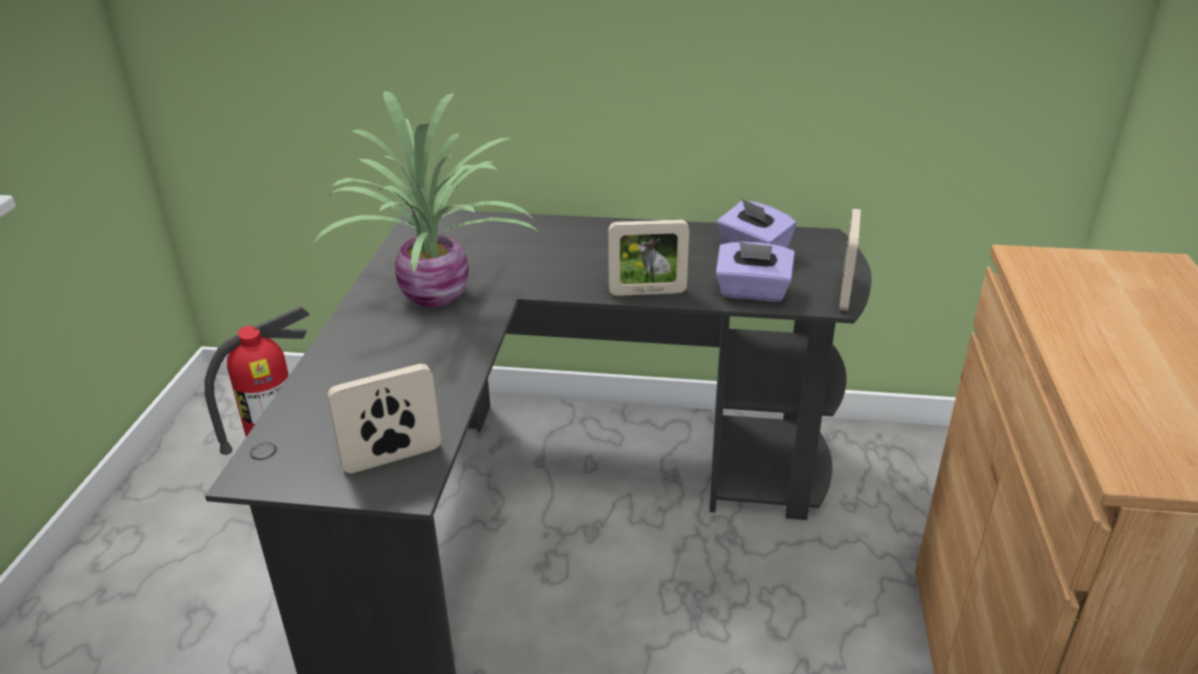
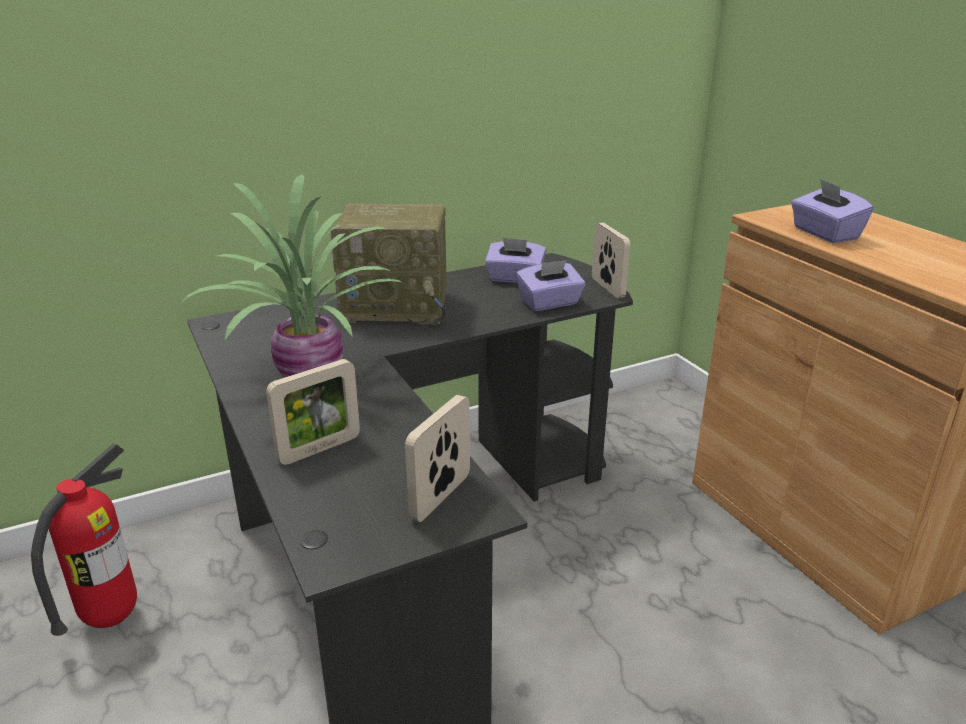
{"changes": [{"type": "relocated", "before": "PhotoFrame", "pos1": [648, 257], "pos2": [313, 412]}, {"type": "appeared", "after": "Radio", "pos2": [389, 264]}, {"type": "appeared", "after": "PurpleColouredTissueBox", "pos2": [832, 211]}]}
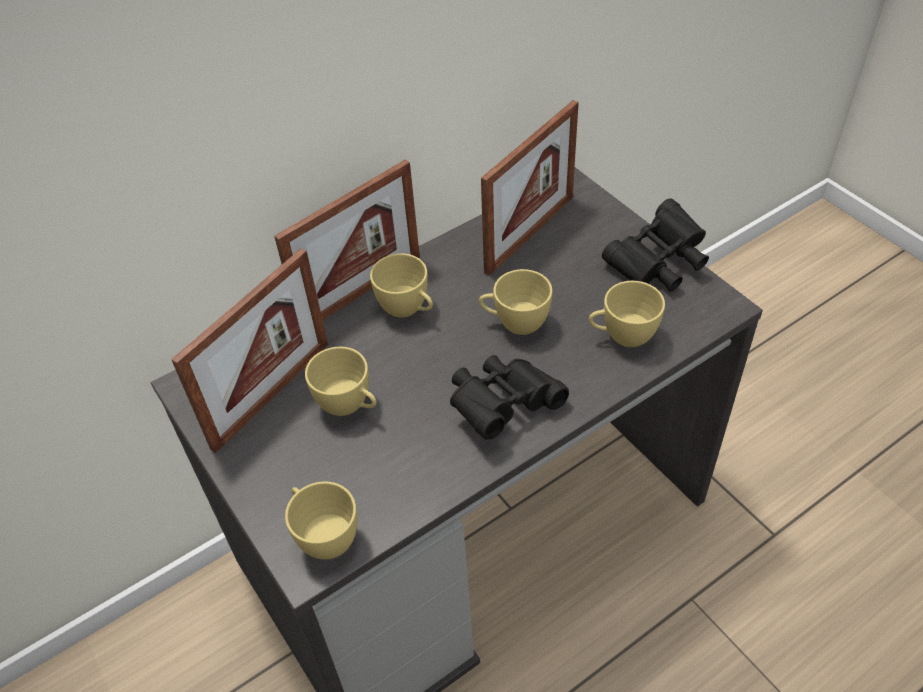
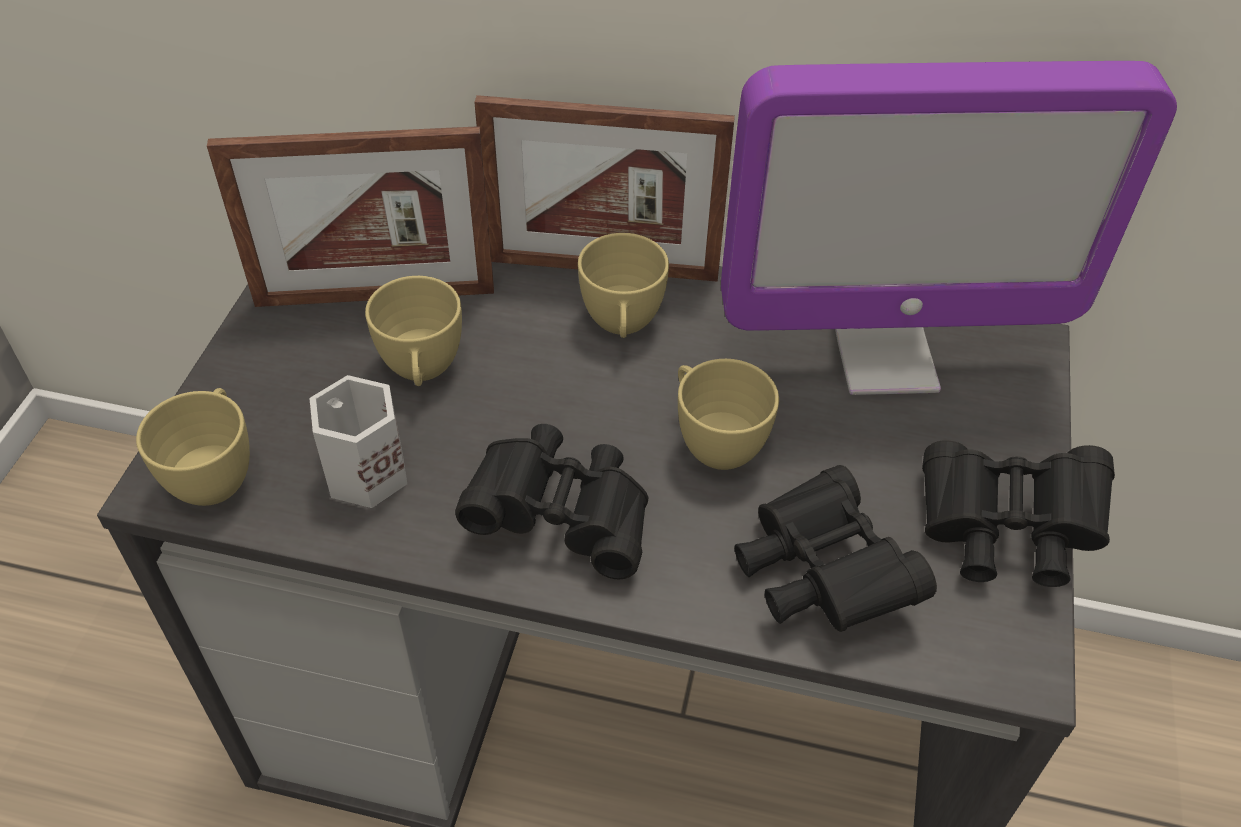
{"changes": [{"type": "appeared", "after": "WhitishMug", "pos2": [358, 441]}, {"type": "exchanged", "before": "PhotoFrame", "after": "ComputerScreen", "pos1": [530, 188], "pos2": [949, 228]}, {"type": "exchanged", "before": "YellowColouredCup", "after": "BlackColouredPairOfBinoculars", "pos1": [627, 314], "pos2": [836, 548]}]}
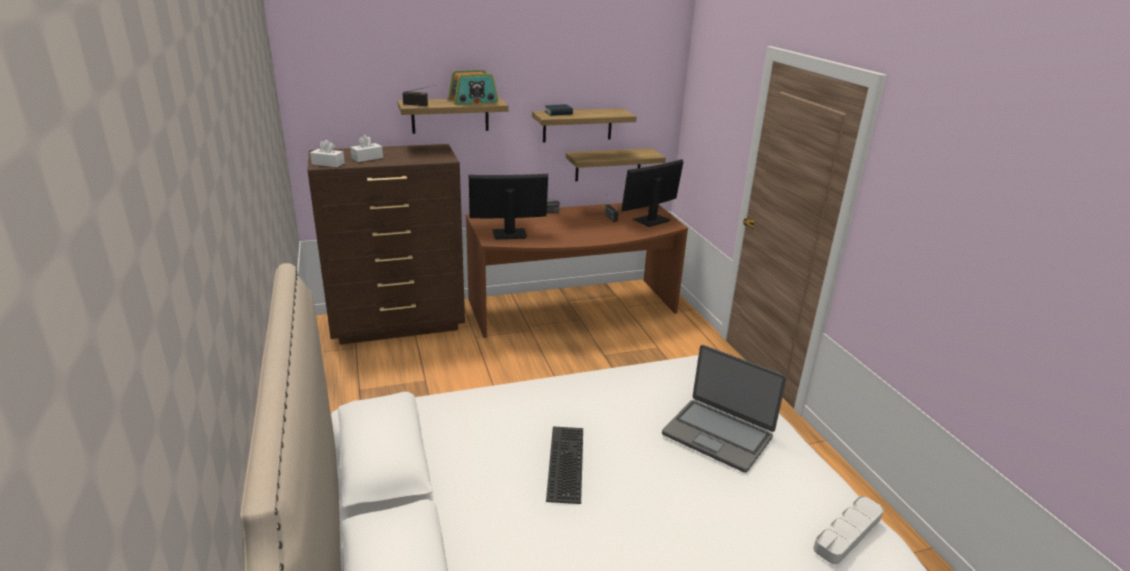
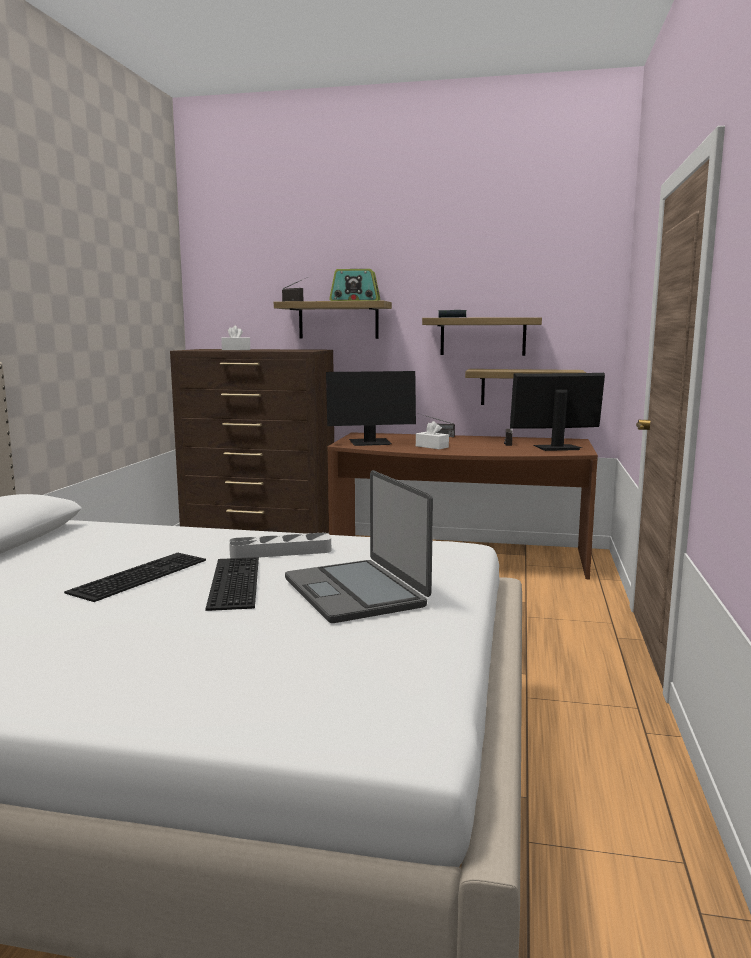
{"changes": [{"type": "appeared", "after": "Keyboard", "pos2": [232, 584]}, {"type": "relocated", "before": "GreyServingTray", "pos1": [848, 530], "pos2": [280, 545]}, {"type": "spun", "before": "ComputerScreen", "pos1": [508, 206], "pos2": [371, 408], "turn": 150}, {"type": "relocated", "before": "WhitishTissueBox", "pos1": [327, 153], "pos2": [432, 435]}]}
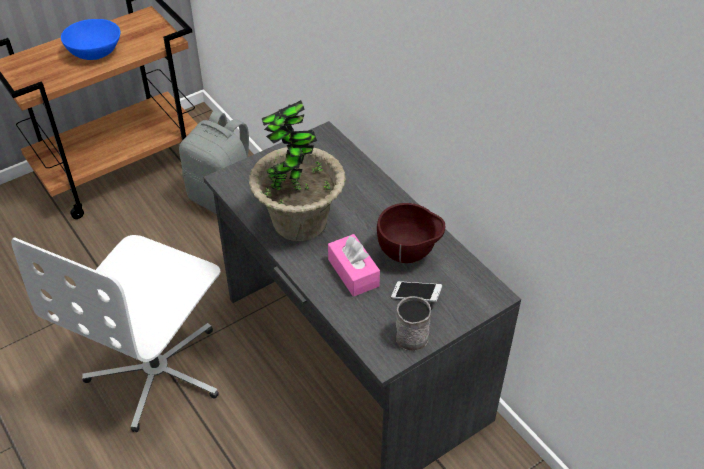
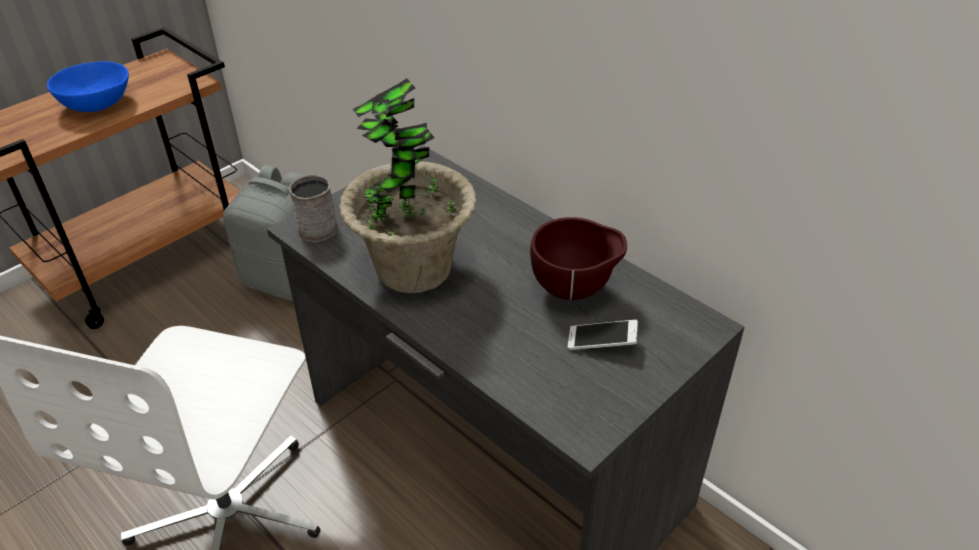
{"changes": [{"type": "relocated", "before": "GreyMug", "pos1": [413, 323], "pos2": [313, 208]}, {"type": "missing", "before": "PinkColouredTissueBox", "pos1": [354, 265]}]}
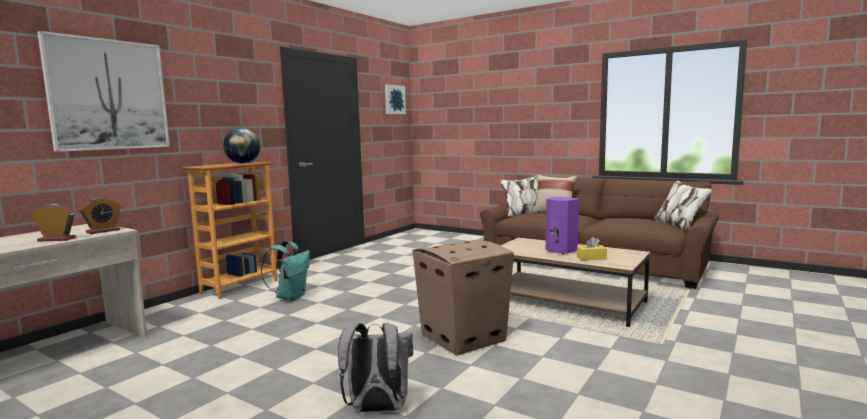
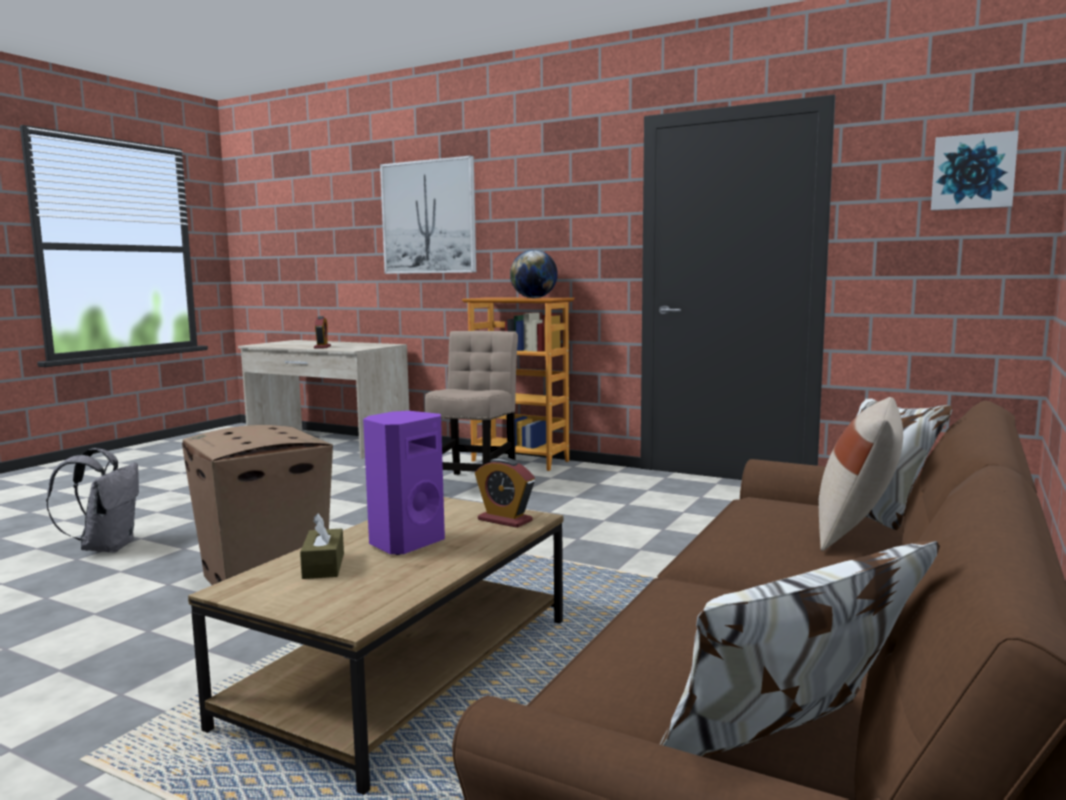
{"changes": [{"type": "colour", "before": "YellowColouredTissueBox", "after": "BrownColouredTissueBox", "pos1": [592, 248], "pos2": [322, 546]}, {"type": "exchanged", "before": "BlueGreenBackpack", "after": "SandColouredChair", "pos1": [285, 271], "pos2": [471, 403]}, {"type": "relocated", "before": "TableClock", "pos1": [100, 215], "pos2": [505, 492]}]}
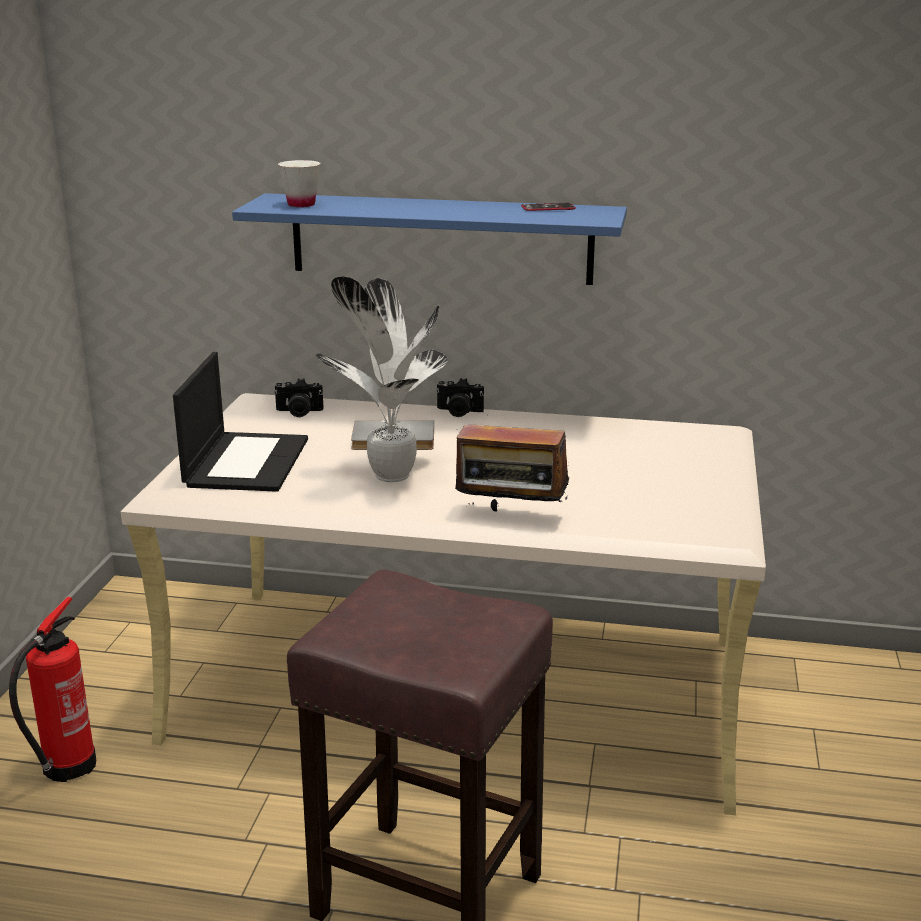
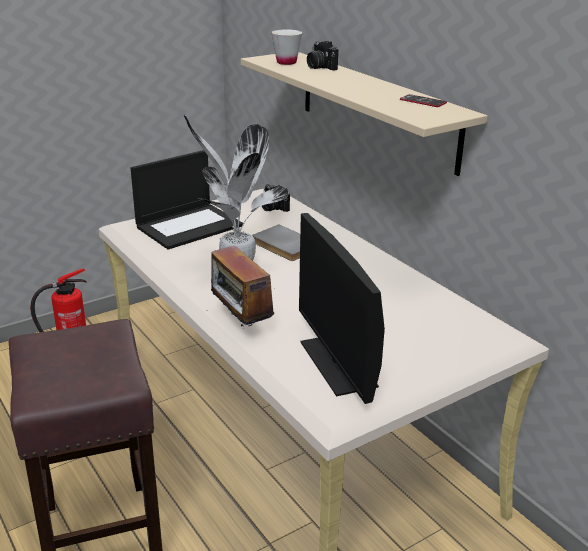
{"changes": [{"type": "colour", "before": "BluishBracketShelf", "after": "SandColouredBracketShelf", "pos1": [429, 239], "pos2": [364, 114]}, {"type": "appeared", "after": "ComputerScreen", "pos2": [342, 308]}, {"type": "relocated", "before": "StillCamera", "pos1": [460, 397], "pos2": [322, 55]}]}
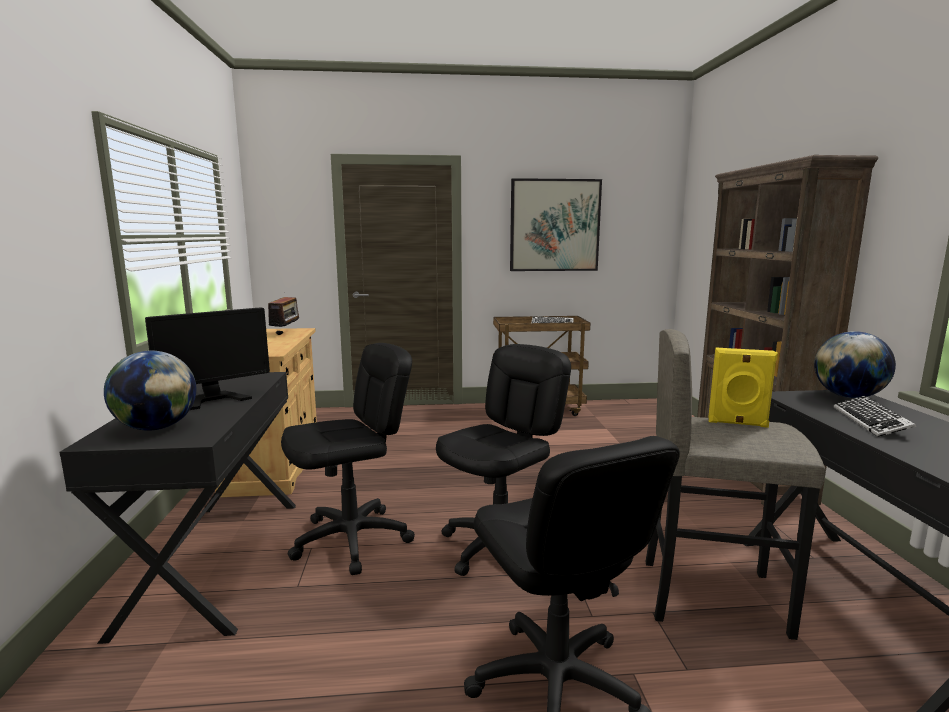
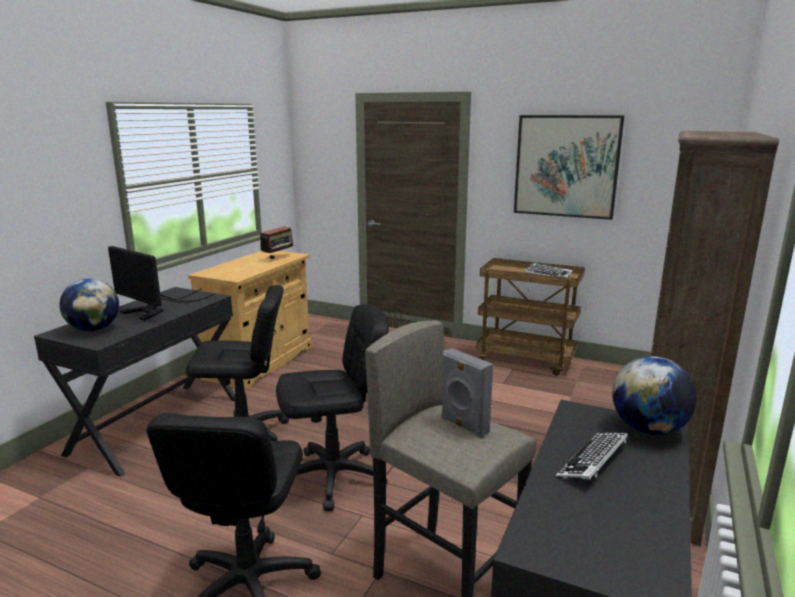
{"changes": [{"type": "spun", "before": "ComputerScreen", "pos1": [207, 358], "pos2": [162, 283], "turn": 45}, {"type": "colour", "before": "YellowColouredLoudspeaker", "after": "GreyLoudspeaker", "pos1": [743, 387], "pos2": [467, 393]}]}
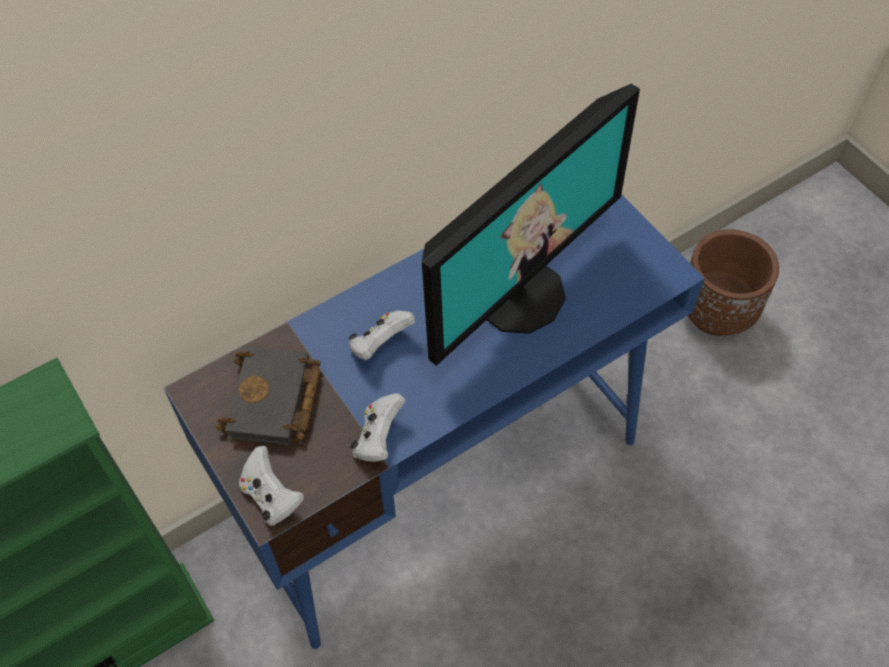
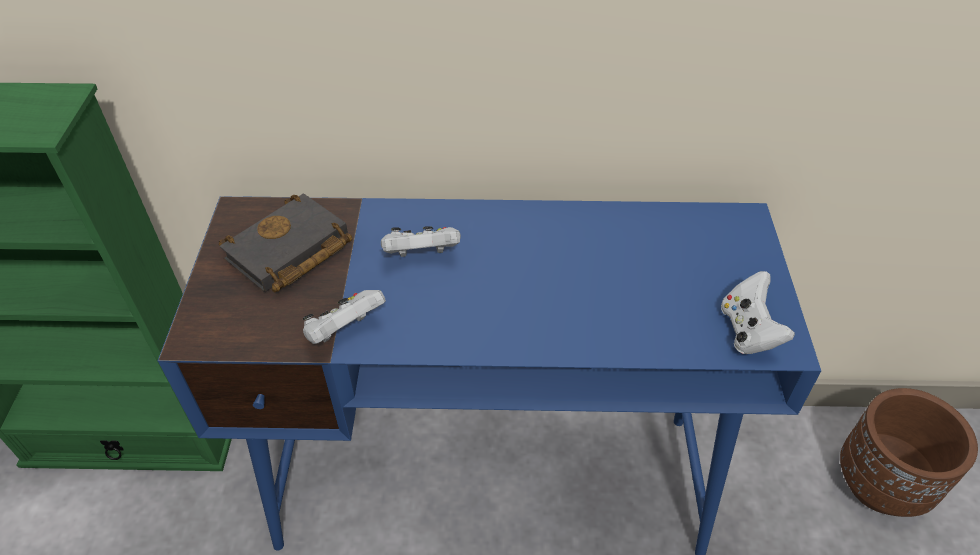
{"changes": [{"type": "relocated", "before": "WhitishGameController", "pos1": [271, 485], "pos2": [758, 312]}, {"type": "missing", "before": "ComputerScreen", "pos1": [531, 225]}]}
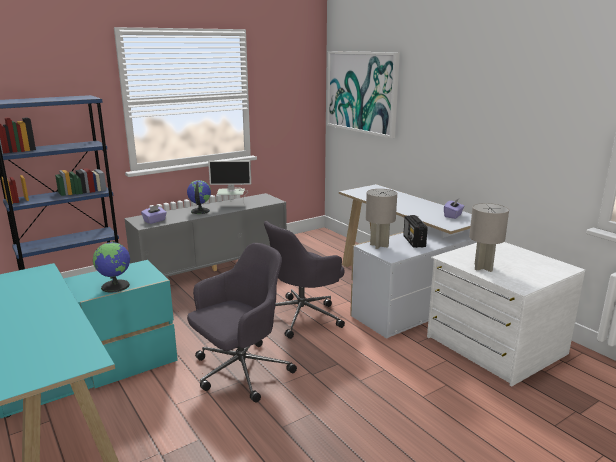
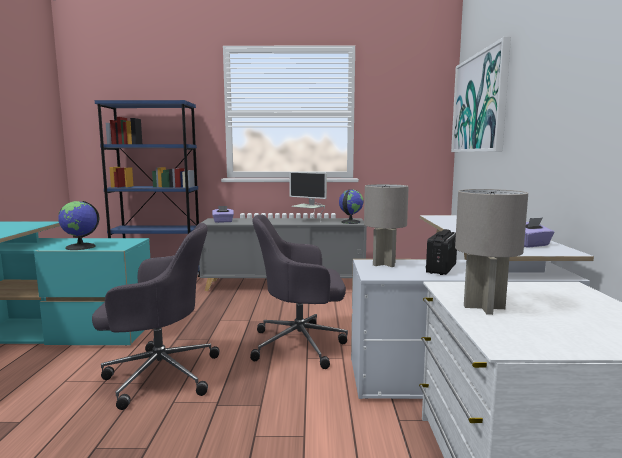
{"changes": [{"type": "relocated", "before": "Globe", "pos1": [199, 197], "pos2": [351, 206]}]}
